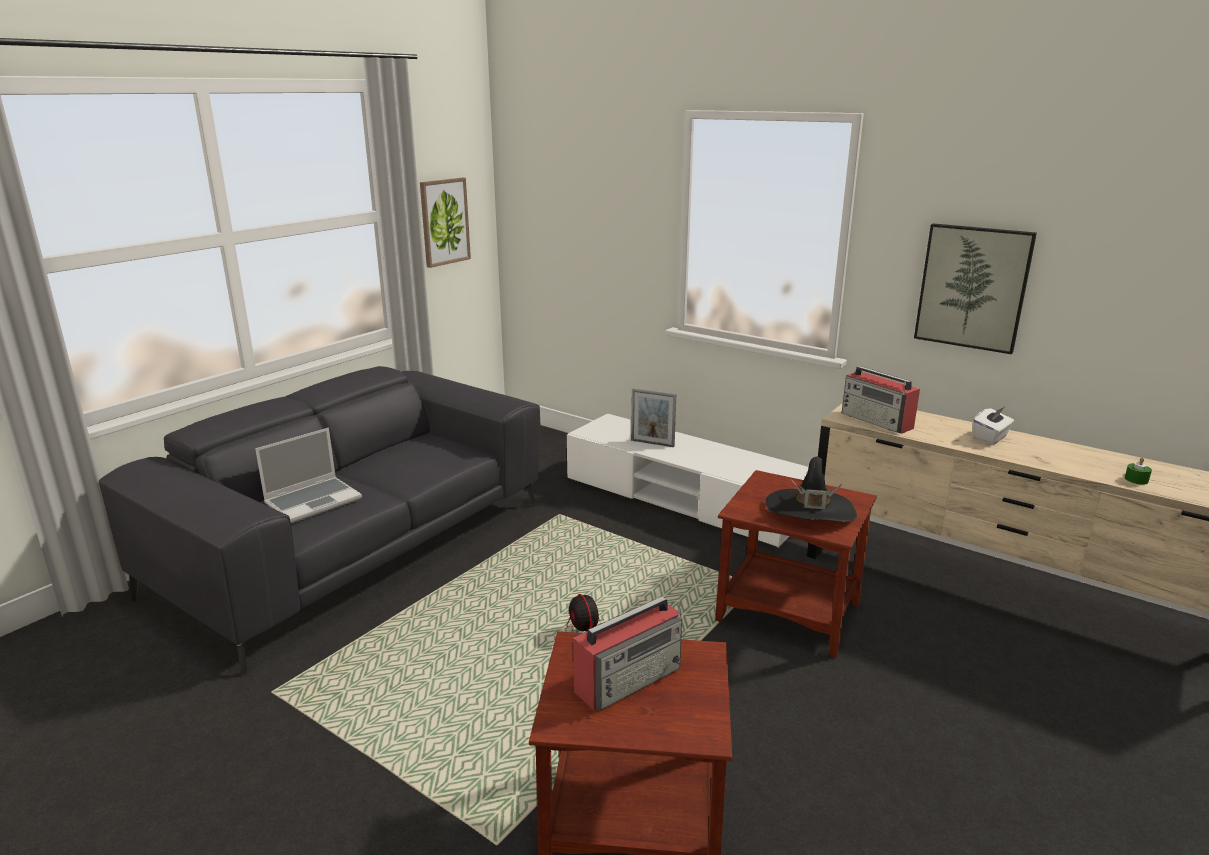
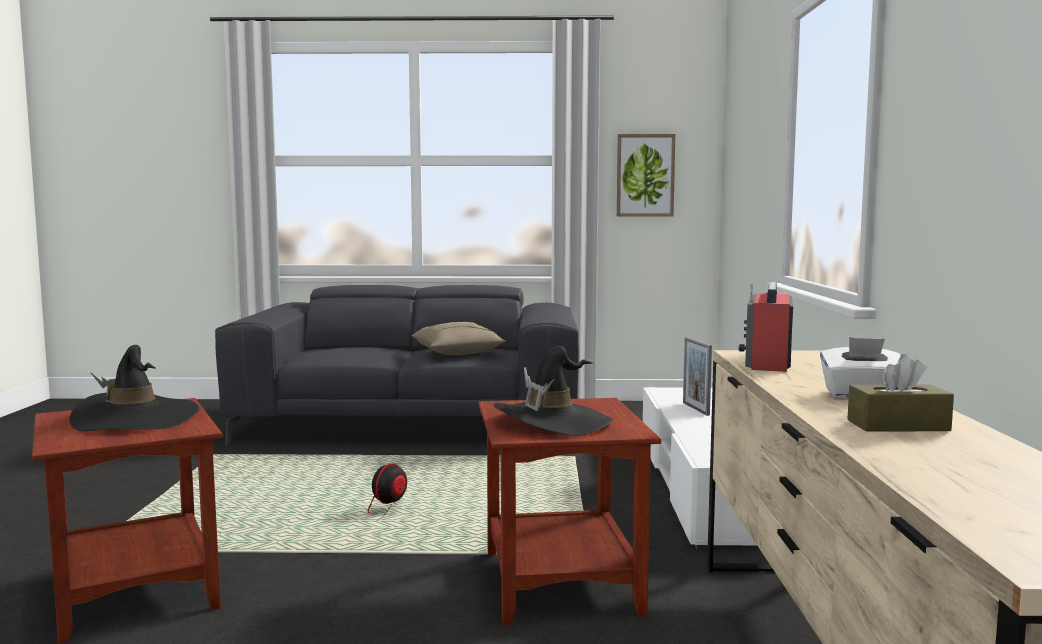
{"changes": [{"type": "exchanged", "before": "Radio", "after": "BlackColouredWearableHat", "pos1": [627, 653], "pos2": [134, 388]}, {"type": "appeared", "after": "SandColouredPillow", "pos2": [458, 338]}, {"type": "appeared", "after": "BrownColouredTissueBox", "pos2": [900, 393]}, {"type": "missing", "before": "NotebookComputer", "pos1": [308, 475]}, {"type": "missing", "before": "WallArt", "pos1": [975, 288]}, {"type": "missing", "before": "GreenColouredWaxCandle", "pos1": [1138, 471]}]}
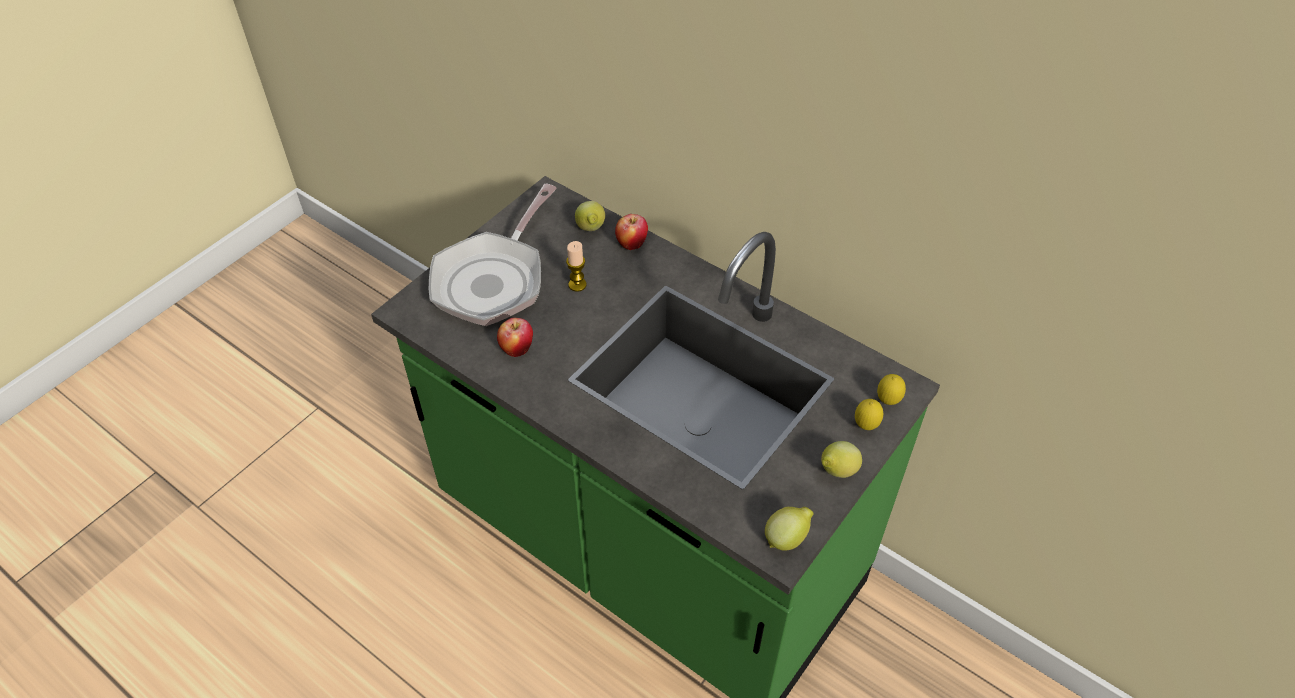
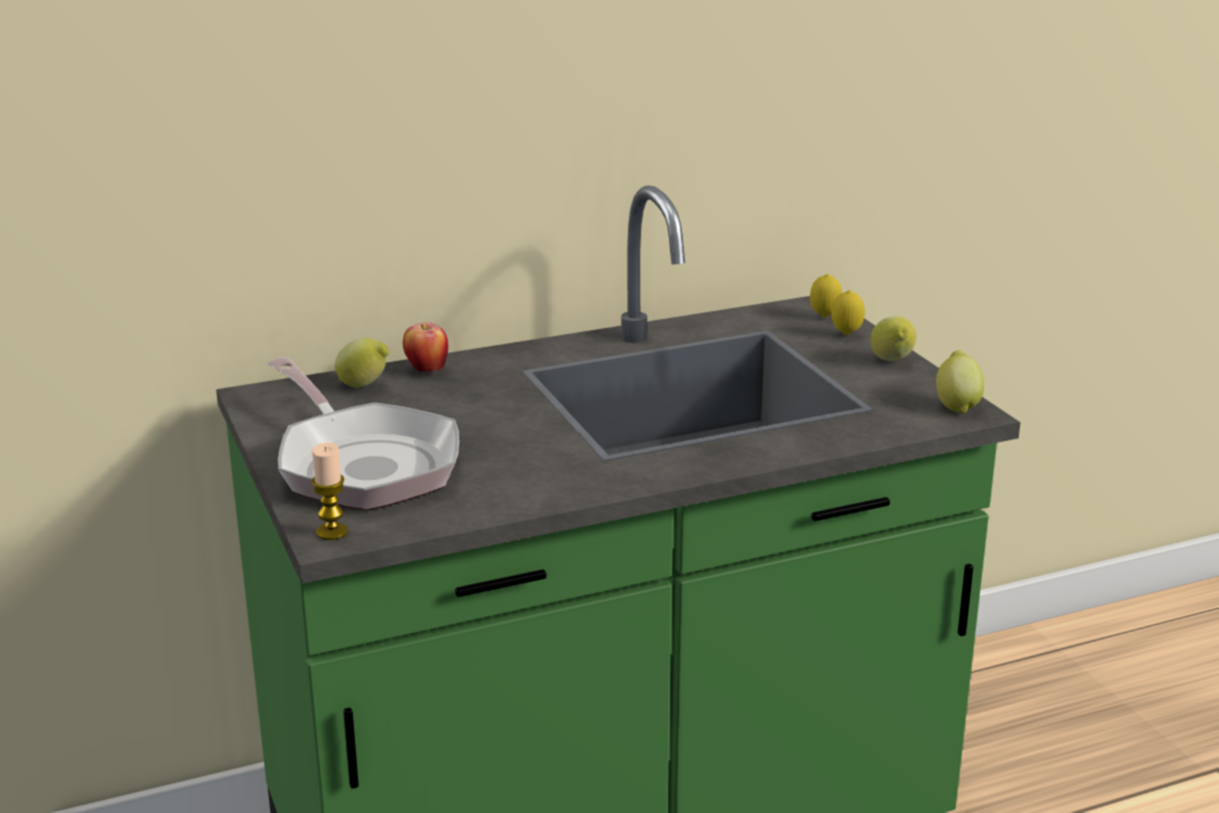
{"changes": [{"type": "relocated", "before": "WaxCandle", "pos1": [576, 266], "pos2": [330, 491]}, {"type": "missing", "before": "Apple", "pos1": [515, 337]}]}
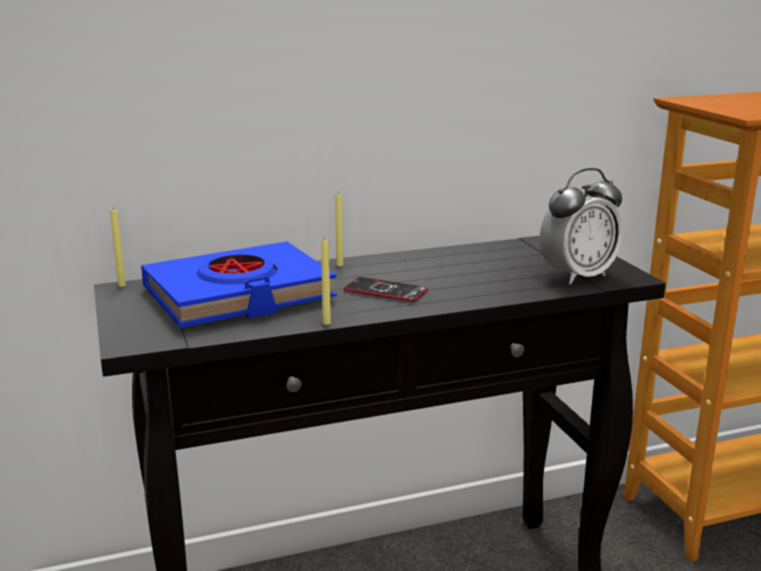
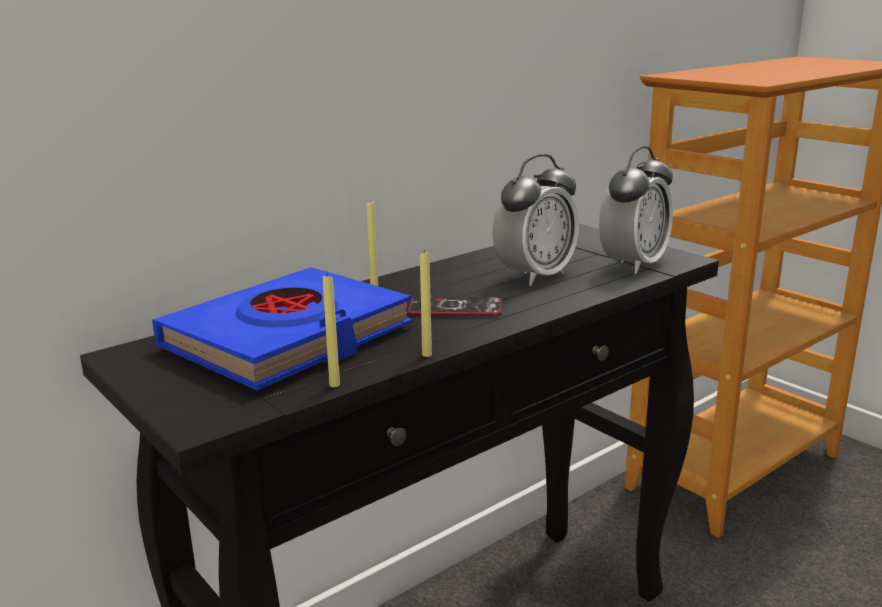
{"changes": [{"type": "relocated", "before": "YellowColouredWaxCandle", "pos1": [118, 247], "pos2": [331, 330]}, {"type": "appeared", "after": "TableClock", "pos2": [535, 220]}]}
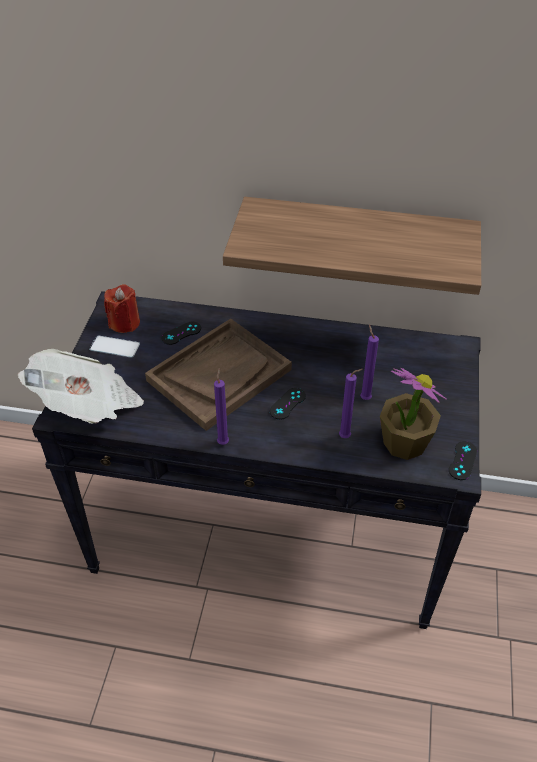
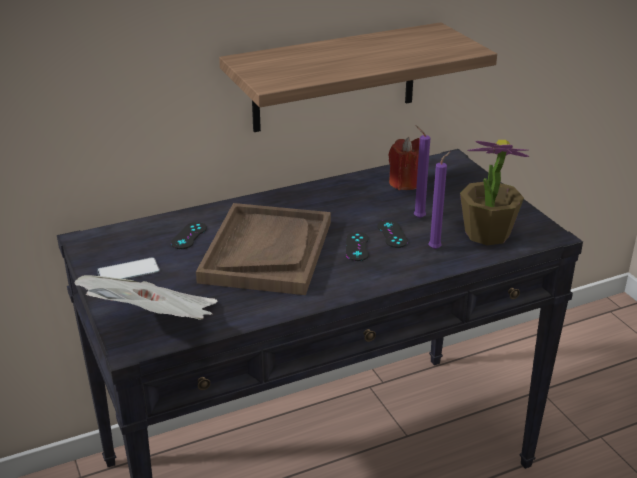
{"changes": [{"type": "relocated", "before": "BlackColouredGameController", "pos1": [463, 460], "pos2": [392, 234]}, {"type": "relocated", "before": "RedWaxCandle", "pos1": [122, 308], "pos2": [404, 163]}, {"type": "missing", "before": "PurpleColouredWaxCandle", "pos1": [221, 406]}]}
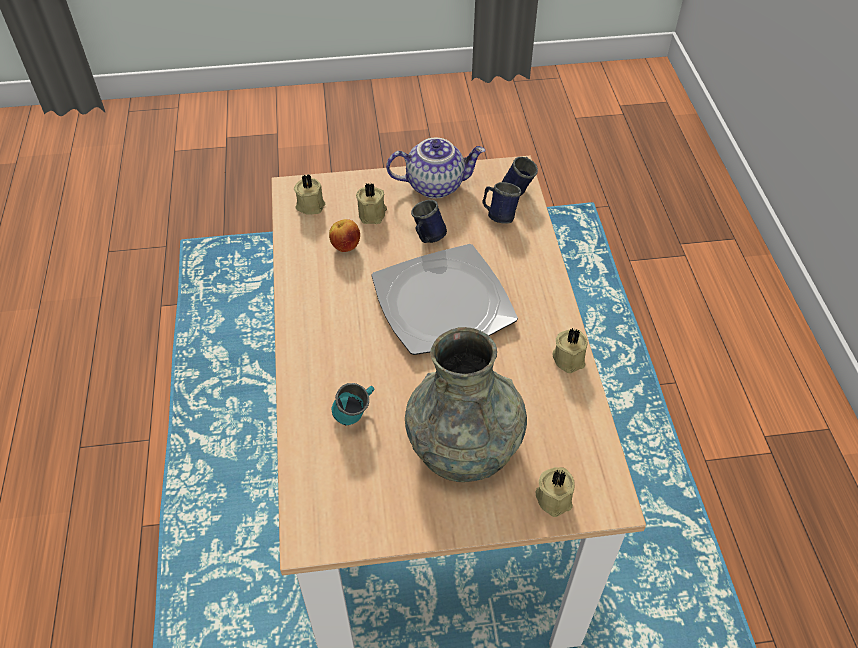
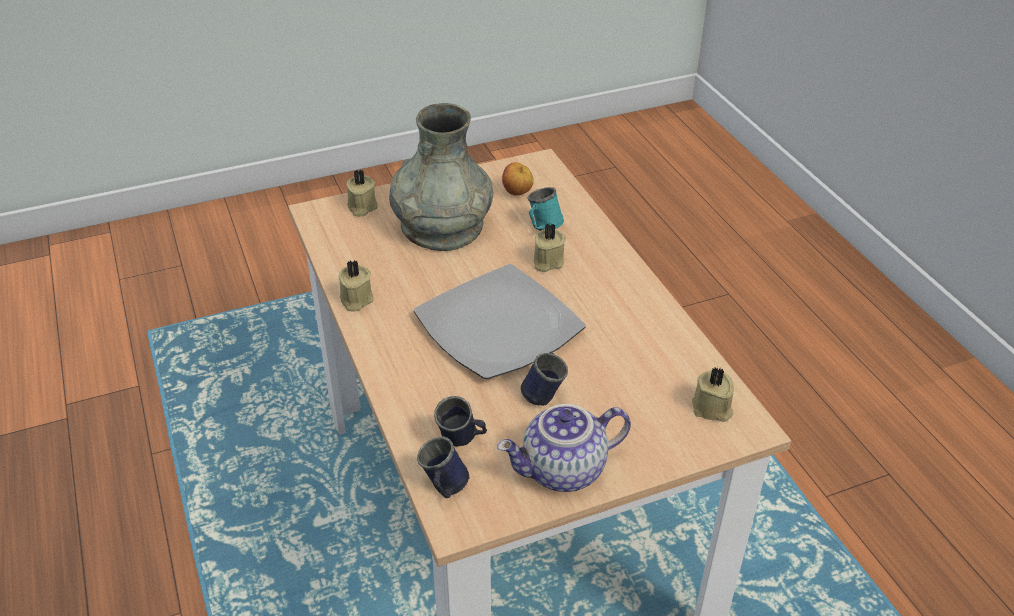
{"changes": [{"type": "relocated", "before": "Apple", "pos1": [344, 235], "pos2": [518, 179]}, {"type": "relocated", "before": "SandColouredWaxCandle", "pos1": [371, 203], "pos2": [550, 247]}]}
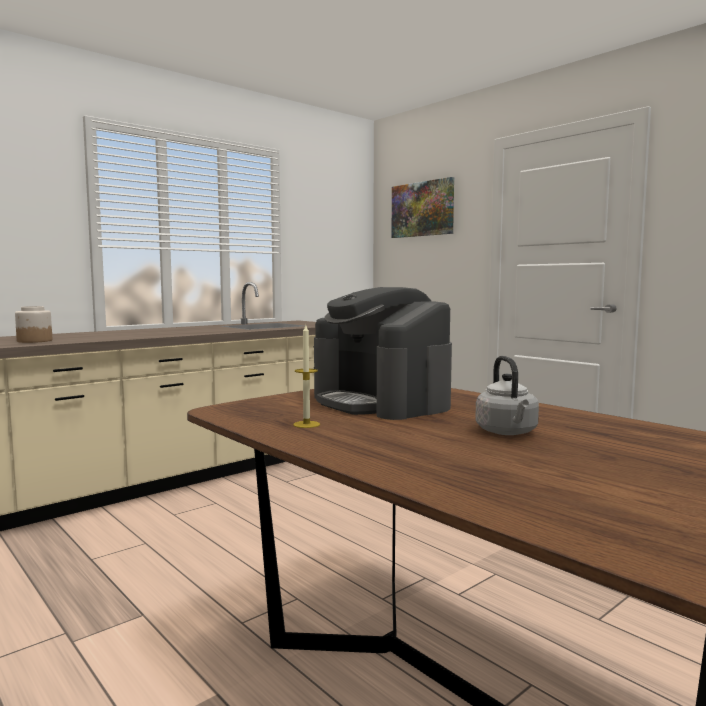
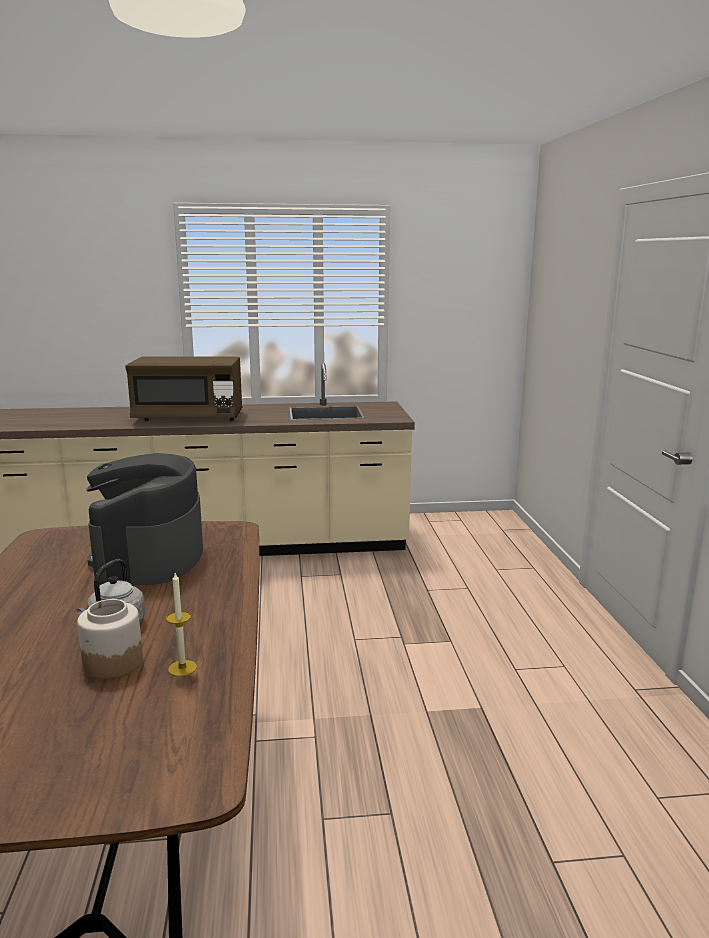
{"changes": [{"type": "relocated", "before": "Jar", "pos1": [33, 324], "pos2": [110, 639]}, {"type": "appeared", "after": "BrownColouredKitchenMicrowave", "pos2": [184, 388]}, {"type": "relocated", "before": "WaxCandle", "pos1": [306, 376], "pos2": [181, 624]}, {"type": "missing", "before": "WallArt", "pos1": [422, 207]}]}
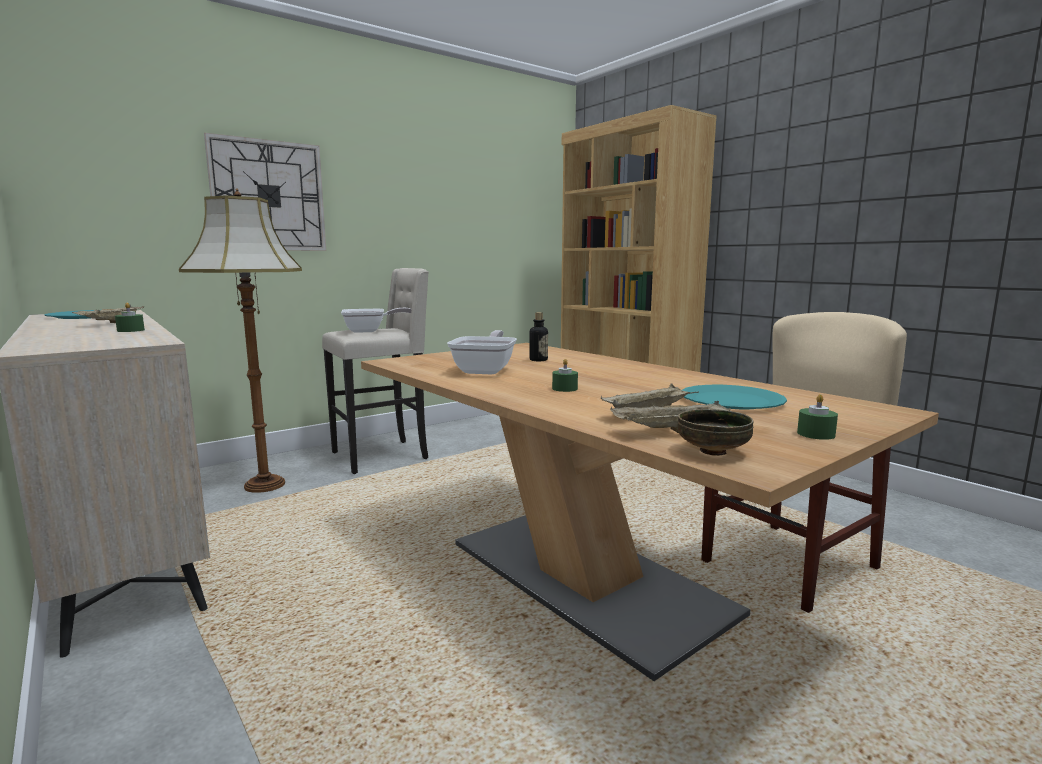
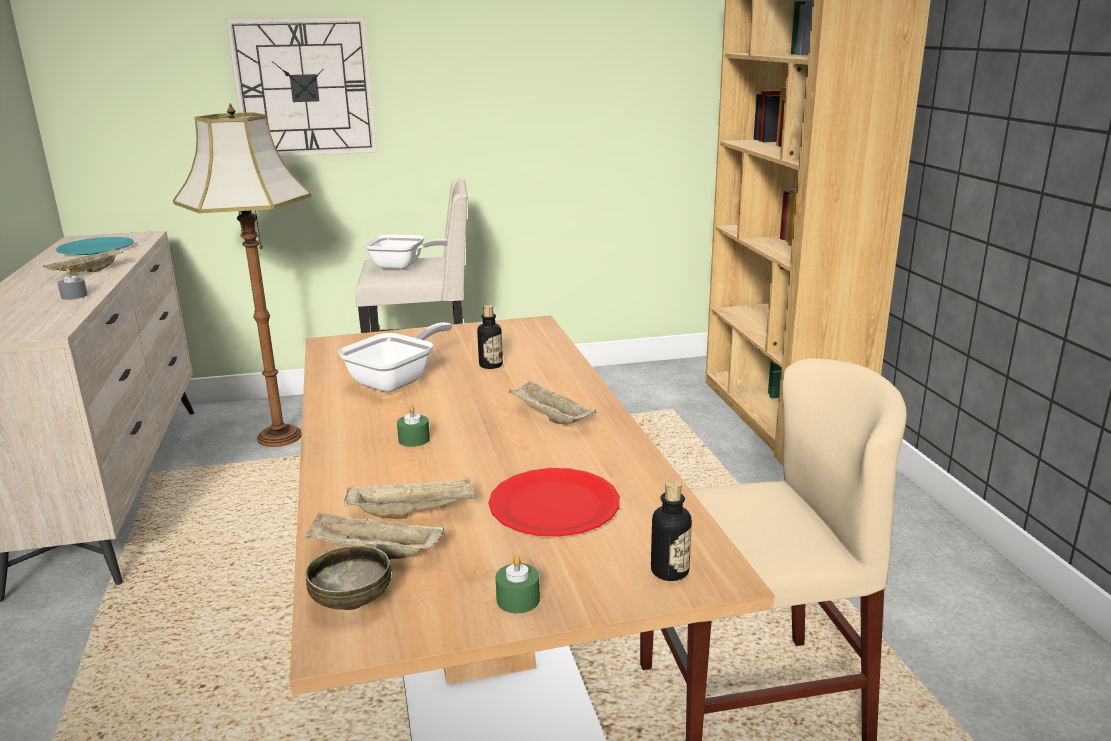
{"changes": [{"type": "colour", "before": "GreenColouredWaxCandle", "after": "GreyWaxCandle", "pos1": [130, 317], "pos2": [73, 284]}, {"type": "colour", "before": "BlueGreenFlatDish", "after": "RedFlatDish", "pos1": [735, 397], "pos2": [554, 502]}, {"type": "appeared", "after": "SandColouredServingTray", "pos2": [552, 402]}, {"type": "appeared", "after": "Bottle", "pos2": [671, 530]}]}
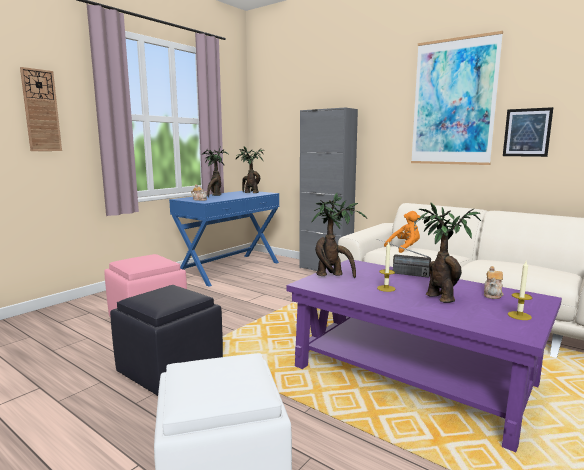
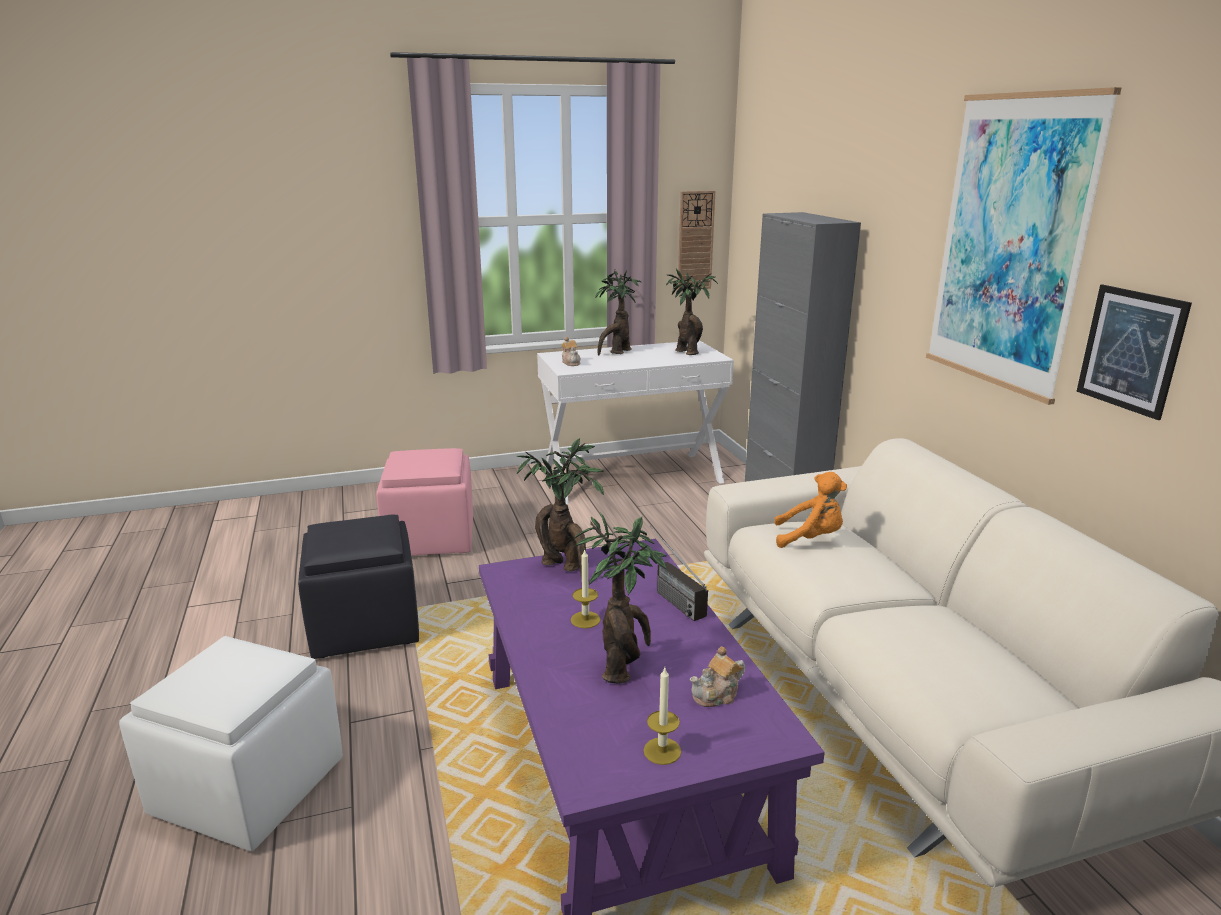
{"changes": [{"type": "colour", "before": "BluishHallTable", "after": "WhitishHallTable", "pos1": [224, 238], "pos2": [635, 422]}, {"type": "relocated", "before": "ClockOnTheWall", "pos1": [41, 109], "pos2": [696, 240]}]}
